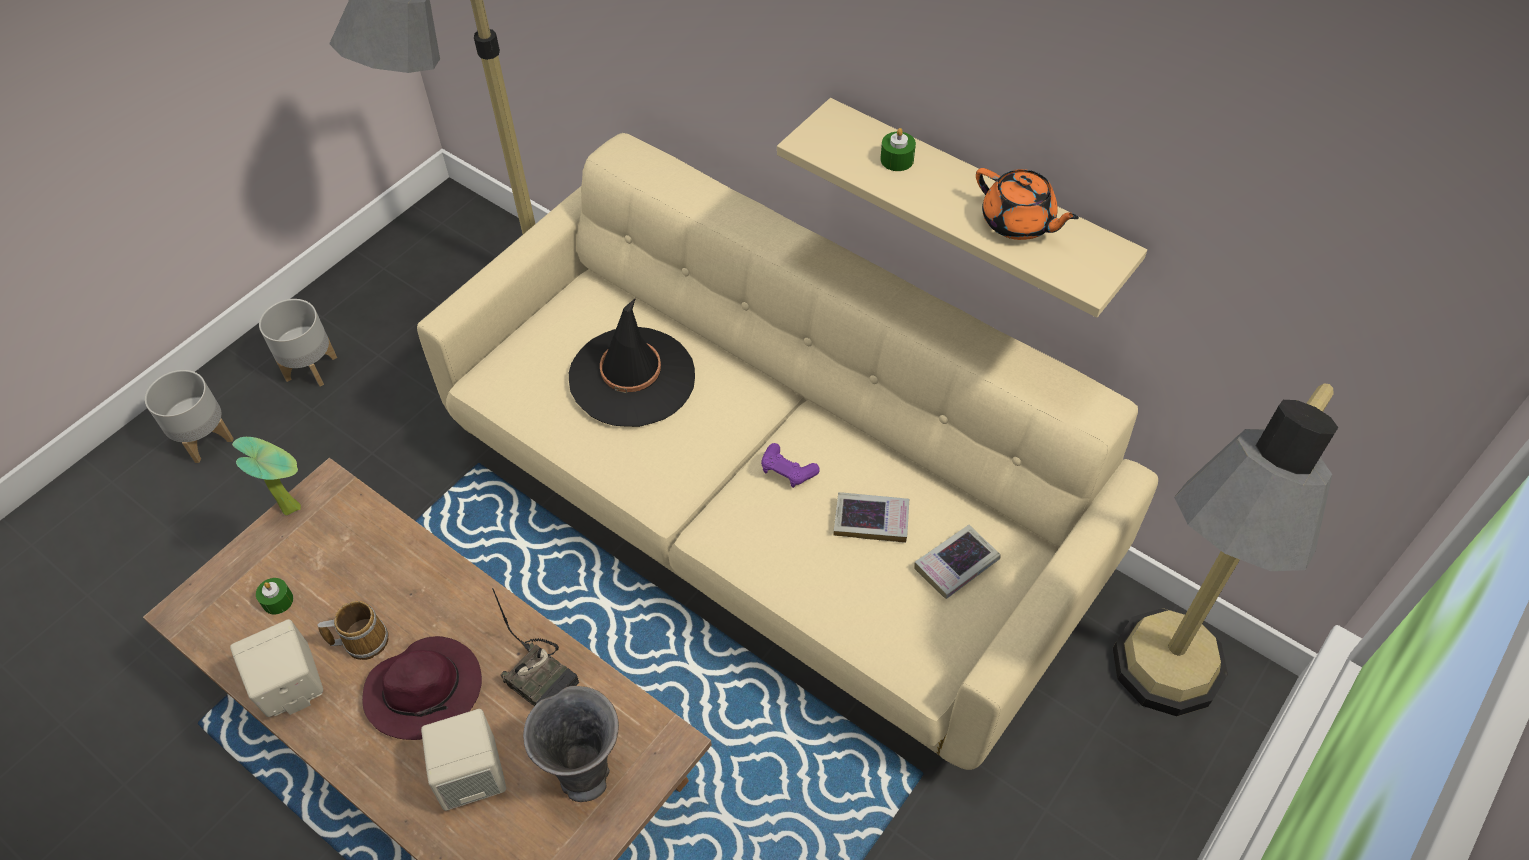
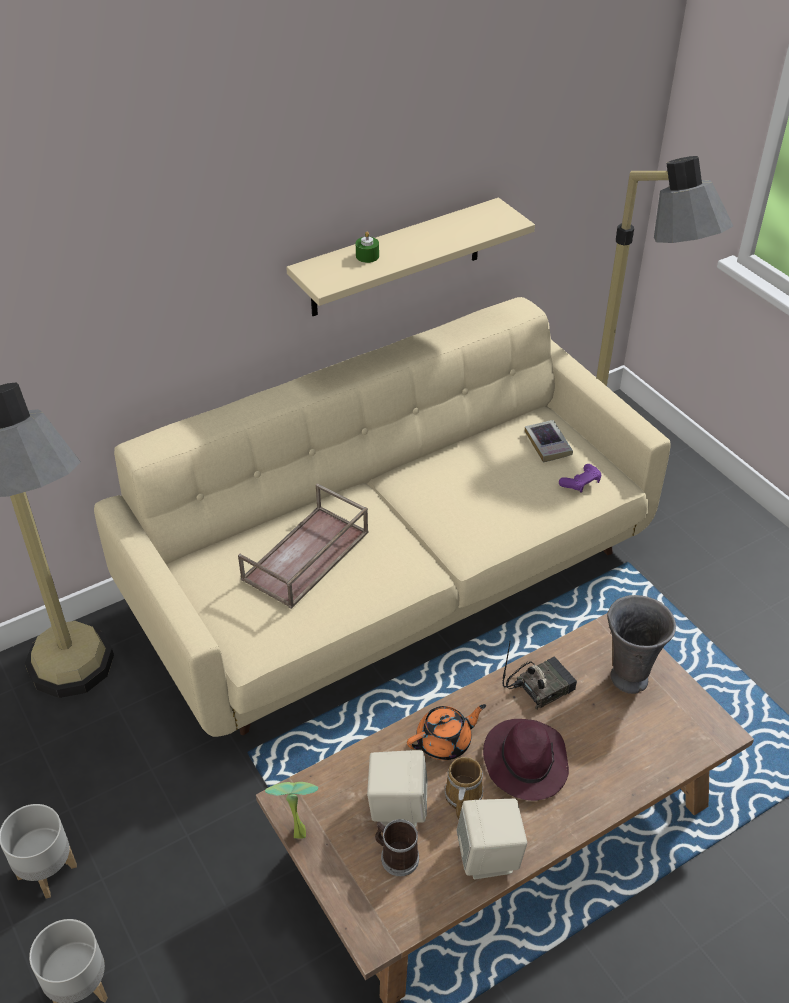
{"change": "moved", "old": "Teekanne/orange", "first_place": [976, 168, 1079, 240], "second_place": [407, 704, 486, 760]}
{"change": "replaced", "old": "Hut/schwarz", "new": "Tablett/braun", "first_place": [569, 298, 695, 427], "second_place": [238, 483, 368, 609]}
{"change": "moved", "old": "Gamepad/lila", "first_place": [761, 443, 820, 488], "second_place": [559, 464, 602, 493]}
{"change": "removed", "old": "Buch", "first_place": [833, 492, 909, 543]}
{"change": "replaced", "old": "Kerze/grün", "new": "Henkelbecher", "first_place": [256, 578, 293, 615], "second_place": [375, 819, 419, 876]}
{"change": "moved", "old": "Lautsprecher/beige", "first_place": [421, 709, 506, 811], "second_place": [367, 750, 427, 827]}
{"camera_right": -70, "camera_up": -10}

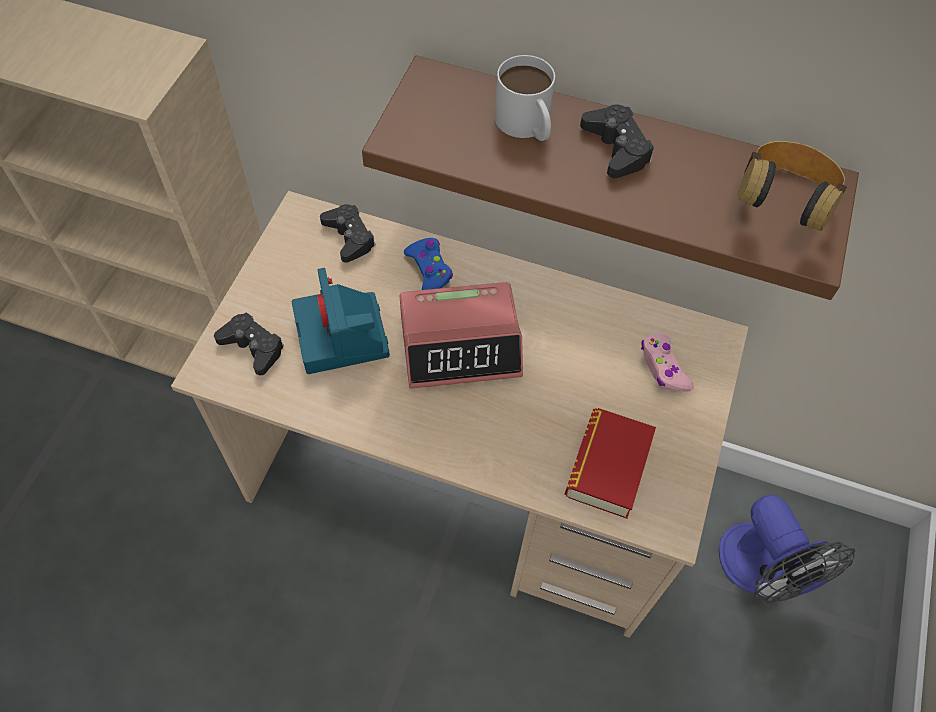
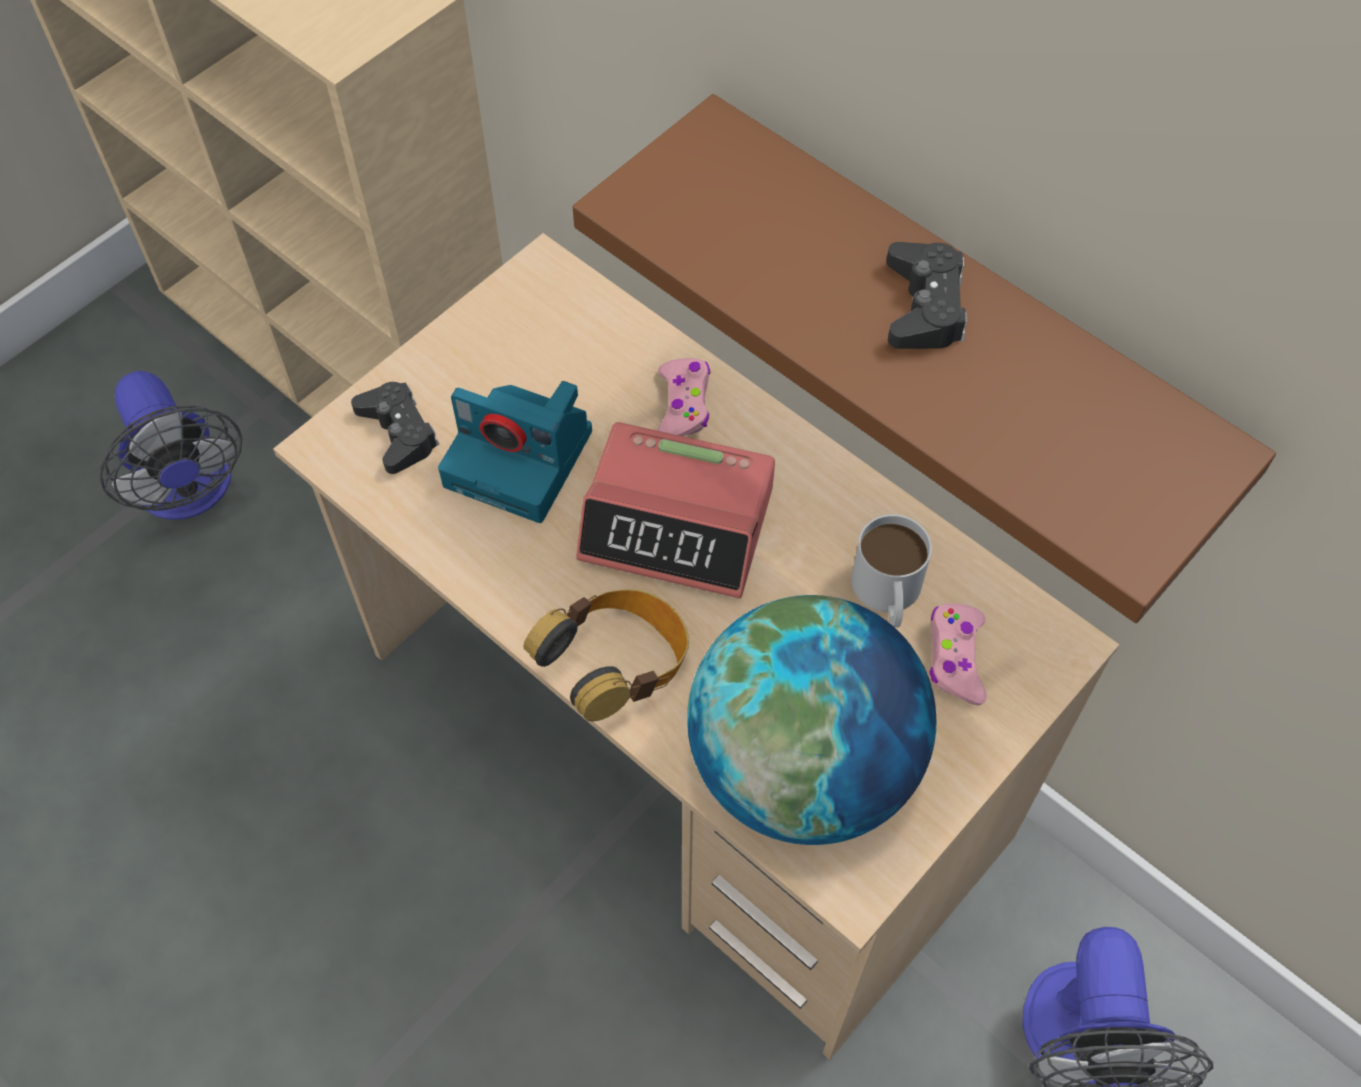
{"change": "moved", "old": "Henkelbecher/weiß", "first_place": [494, 55, 555, 141], "second_place": [852, 514, 932, 628]}
{"change": "moved", "old": "Kopfhörer", "first_place": [738, 141, 847, 231], "second_place": [523, 589, 689, 721]}
{"change": "removed", "old": "Gamepad/schwarz", "first_place": [320, 204, 376, 263]}
{"change": "recoloured", "old": "Gamepad/blau", "new": "Gamepad/rosa", "first_place": [404, 238, 453, 290], "second_place": [657, 358, 710, 436]}
{"change": "turned", "old": "Kamera", "first_place": [292, 268, 390, 374], "second_place": [438, 381, 592, 523], "degrees": -75}
{"change": "replaced", "old": "Buch", "new": "Globus", "first_place": [564, 408, 656, 519], "second_place": [687, 595, 937, 845]}
{"change": "added", "new": "Ventilator", "second_place": [99, 371, 242, 520]}
{"camera_right": 25, "camera_up": 0}

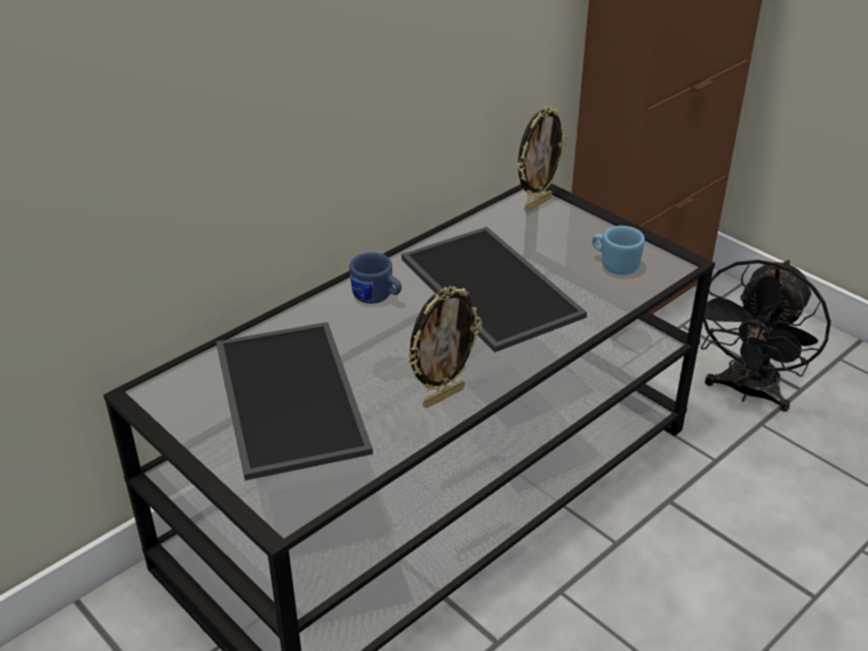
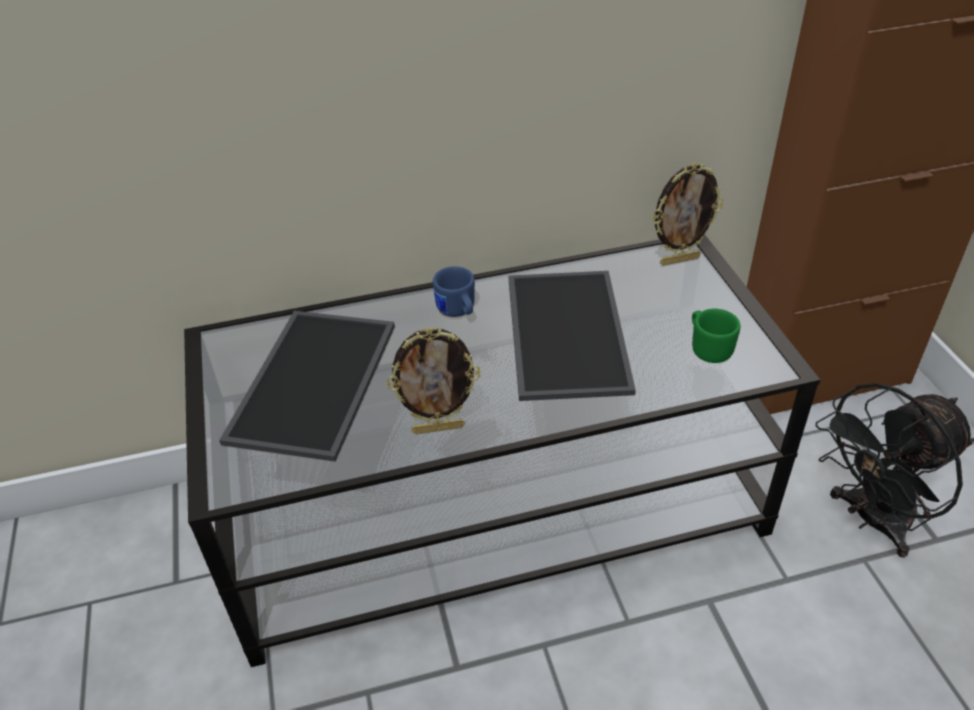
{"change": "recoloured", "old": "Henkelbecher/blau", "new": "Henkelbecher/grün", "first_place": [592, 226, 645, 275], "second_place": [692, 309, 740, 363]}
{"camera_right": 30, "camera_up": 5}

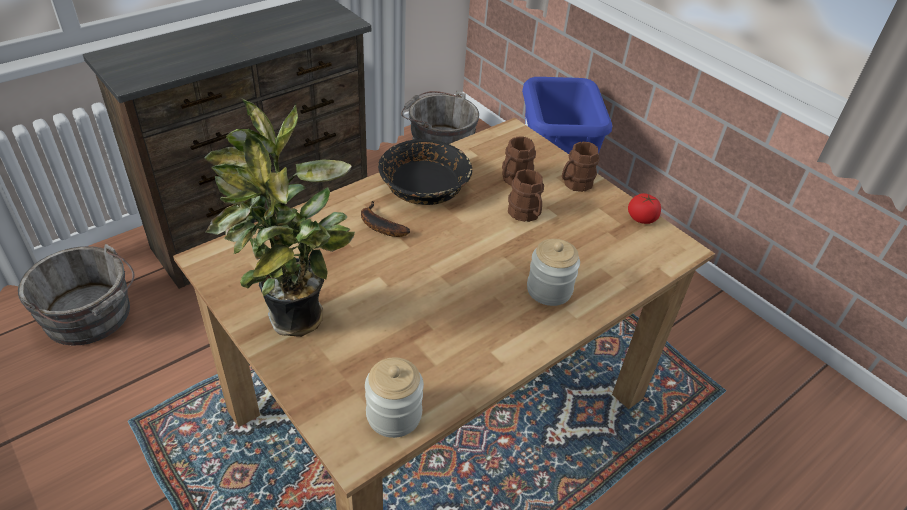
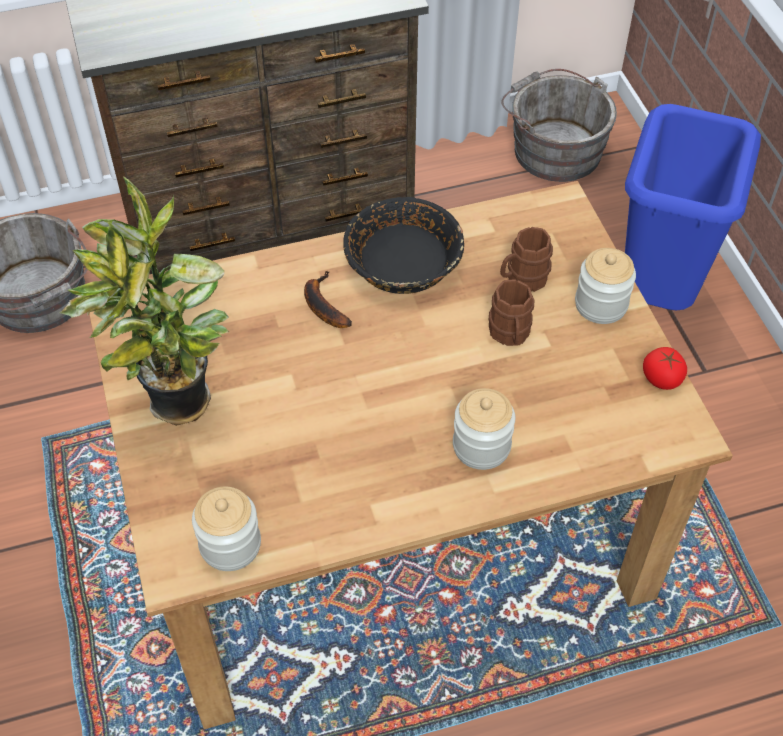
{"change": "replaced", "old": "Henkelbecher/braun", "new": "Vorratsglas", "first_place": [562, 142, 600, 192], "second_place": [575, 248, 636, 324]}
{"camera_right": 25, "camera_up": 10}

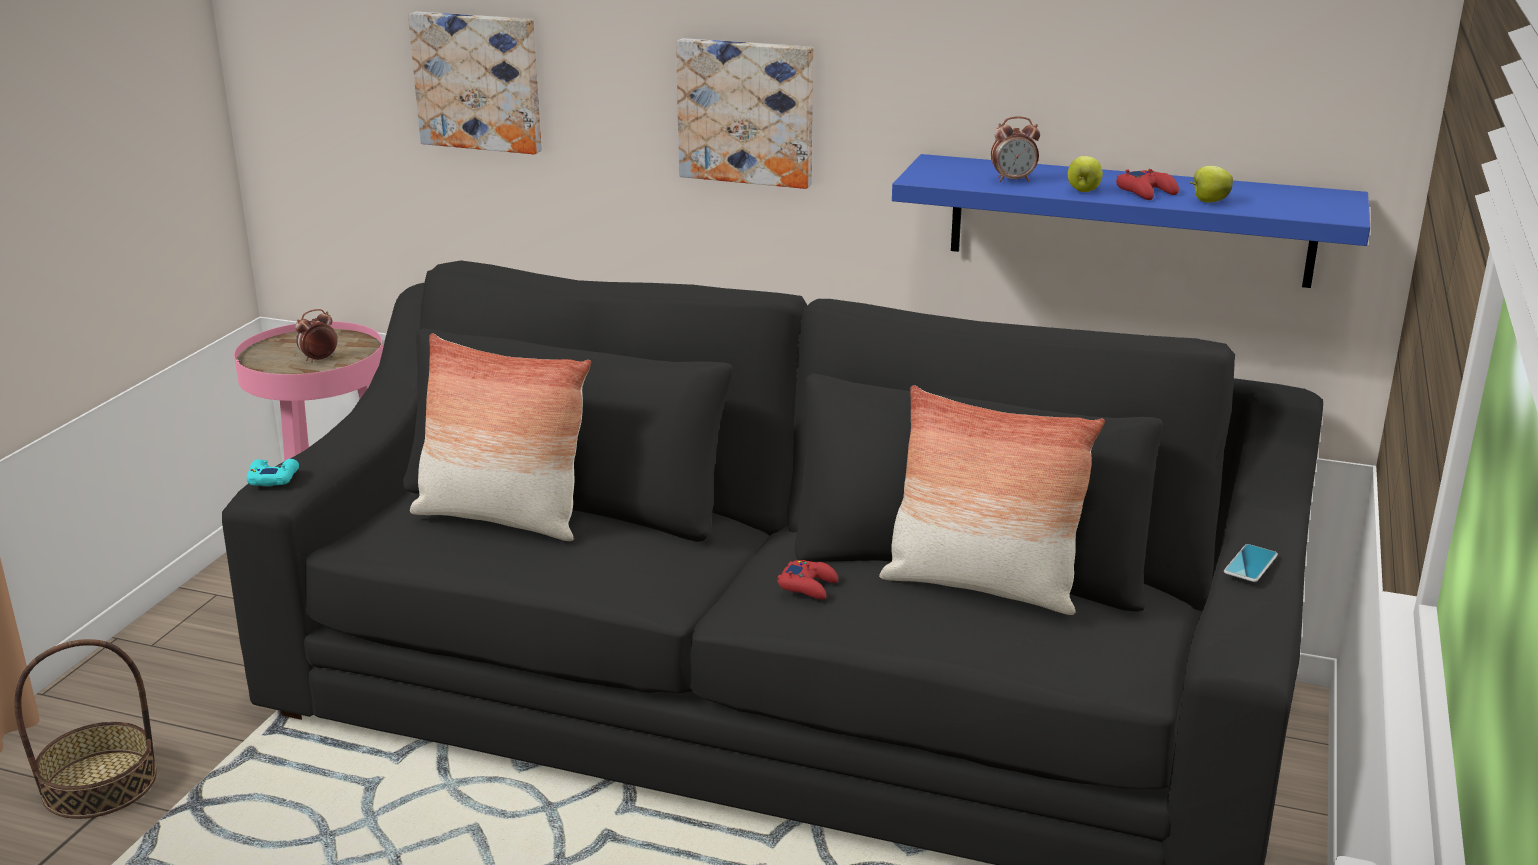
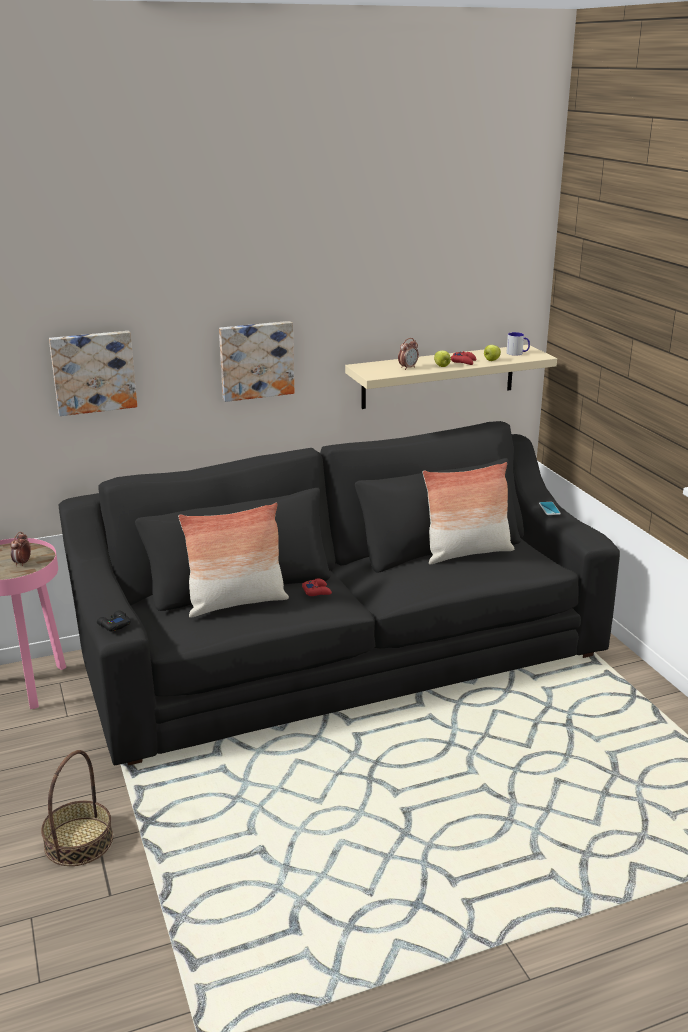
{"change": "recoloured", "old": "Wandregal/blau", "new": "Wandregal/beige", "first_place": [892, 154, 1370, 288], "second_place": [345, 345, 557, 409]}
{"change": "recoloured", "old": "Gamepad/türkis", "new": "Gamepad/schwarz", "first_place": [247, 459, 299, 486], "second_place": [97, 610, 131, 631]}
{"change": "moved", "old": "Gamepad/rot", "first_place": [777, 560, 838, 600], "second_place": [302, 578, 332, 596]}
{"change": "added", "new": "Henkelbecher", "second_place": [506, 332, 530, 356]}
{"camera_right": -40, "camera_up": 0}

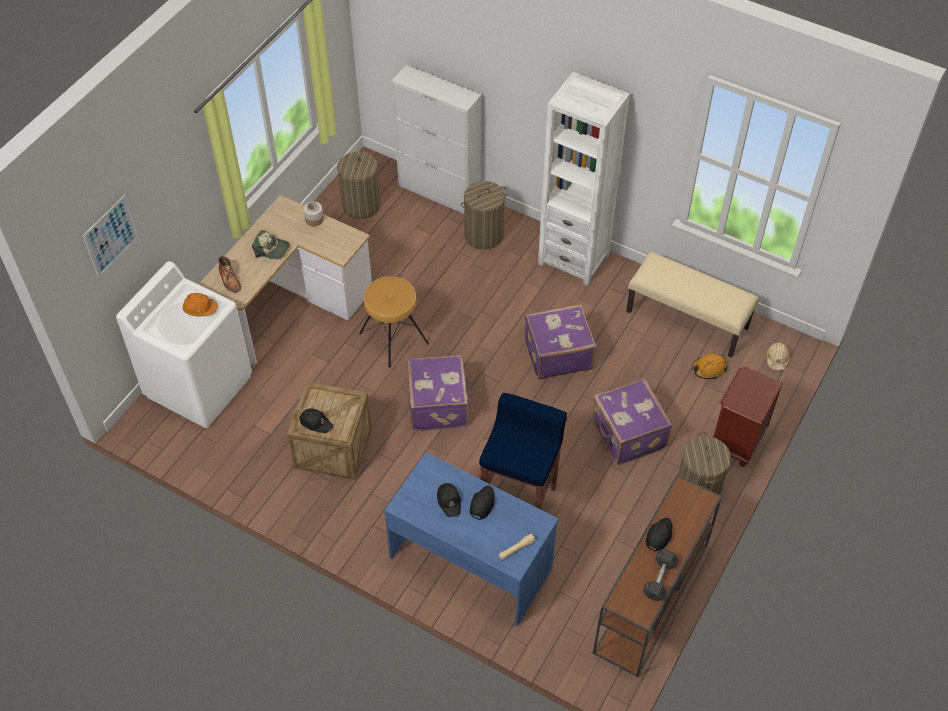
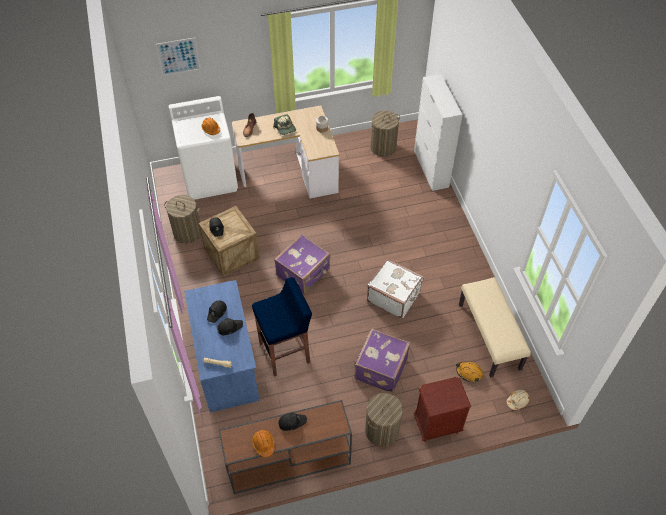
{"change": "removed", "old": "Bücherregal/weiß", "first_place": [538, 72, 630, 286]}
{"change": "moved", "old": "Wäschekorb", "first_place": [461, 181, 507, 250], "second_place": [164, 195, 201, 244]}
{"change": "removed", "old": "Hocker/braun", "first_place": [359, 276, 429, 368]}
{"change": "recoloured", "old": "Koffer/lila", "new": "Koffer/weiß", "first_place": [525, 304, 596, 379], "second_place": [367, 259, 424, 319]}
{"change": "replaced", "old": "Hantel/grau", "new": "Schutzhelm/orange", "first_place": [643, 550, 678, 601], "second_place": [252, 430, 275, 457]}
{"camera_right": 45, "camera_up": 0}

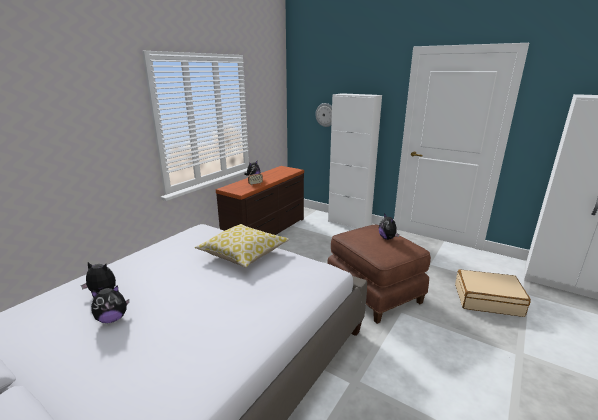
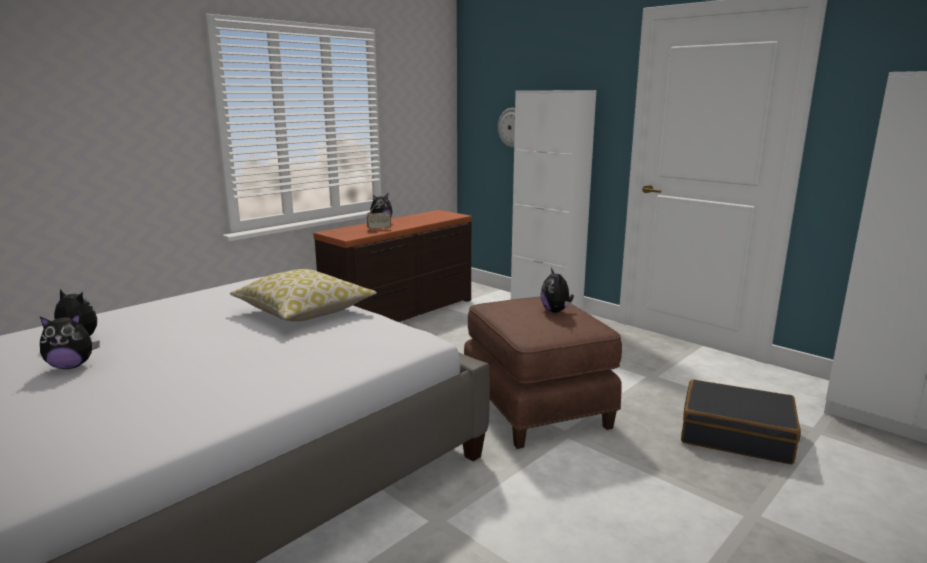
{"change": "recoloured", "old": "Koffer/beige", "new": "Koffer/schwarz", "first_place": [455, 269, 531, 317], "second_place": [681, 379, 801, 464]}
{"camera_right": 10, "camera_up": -5}

